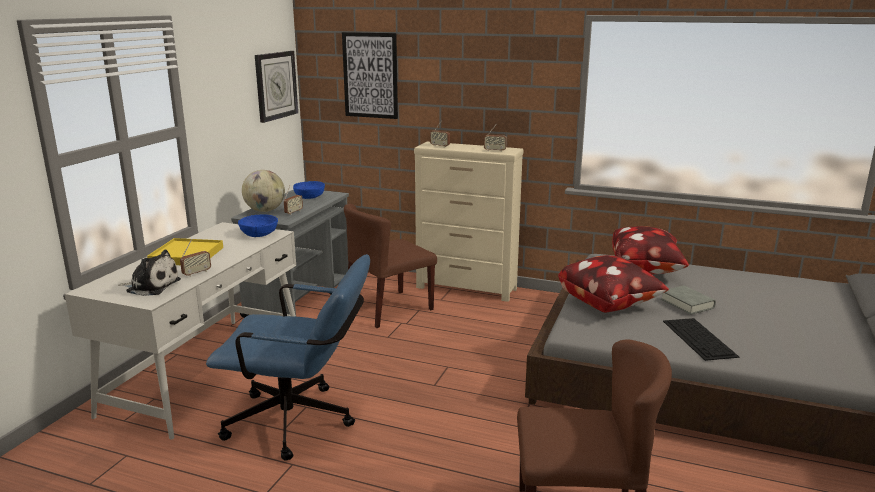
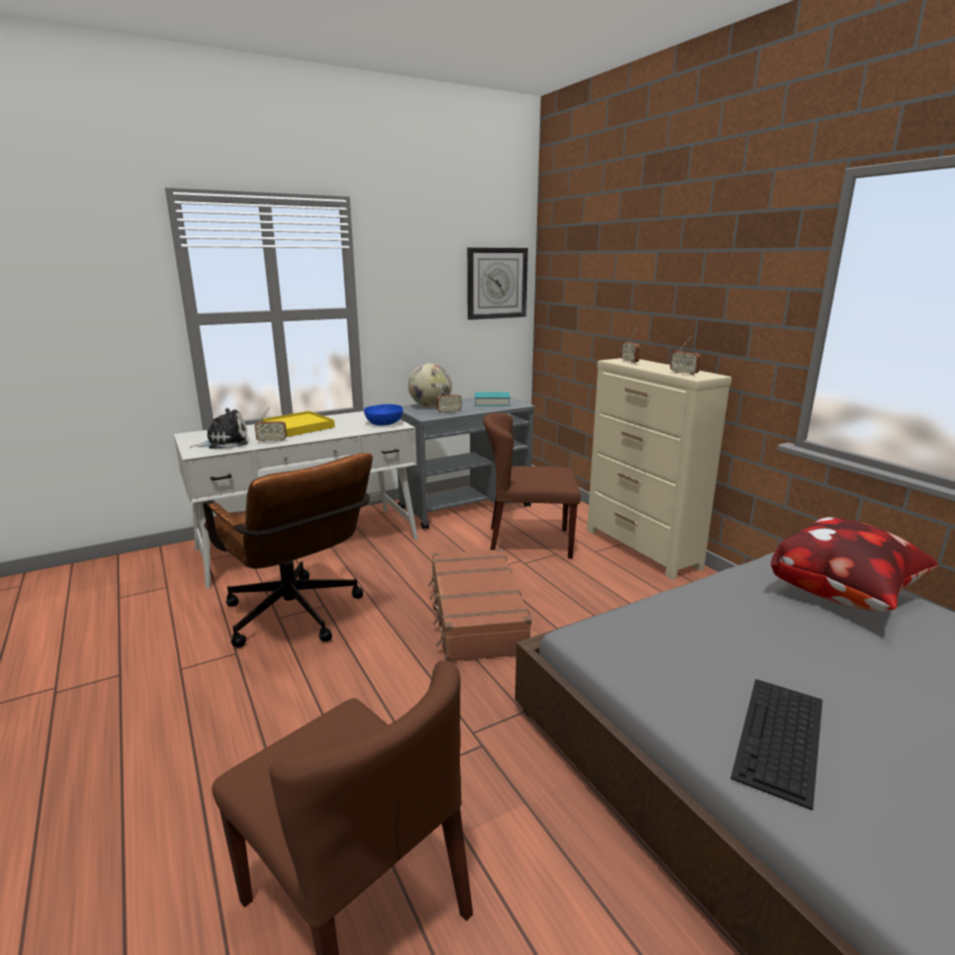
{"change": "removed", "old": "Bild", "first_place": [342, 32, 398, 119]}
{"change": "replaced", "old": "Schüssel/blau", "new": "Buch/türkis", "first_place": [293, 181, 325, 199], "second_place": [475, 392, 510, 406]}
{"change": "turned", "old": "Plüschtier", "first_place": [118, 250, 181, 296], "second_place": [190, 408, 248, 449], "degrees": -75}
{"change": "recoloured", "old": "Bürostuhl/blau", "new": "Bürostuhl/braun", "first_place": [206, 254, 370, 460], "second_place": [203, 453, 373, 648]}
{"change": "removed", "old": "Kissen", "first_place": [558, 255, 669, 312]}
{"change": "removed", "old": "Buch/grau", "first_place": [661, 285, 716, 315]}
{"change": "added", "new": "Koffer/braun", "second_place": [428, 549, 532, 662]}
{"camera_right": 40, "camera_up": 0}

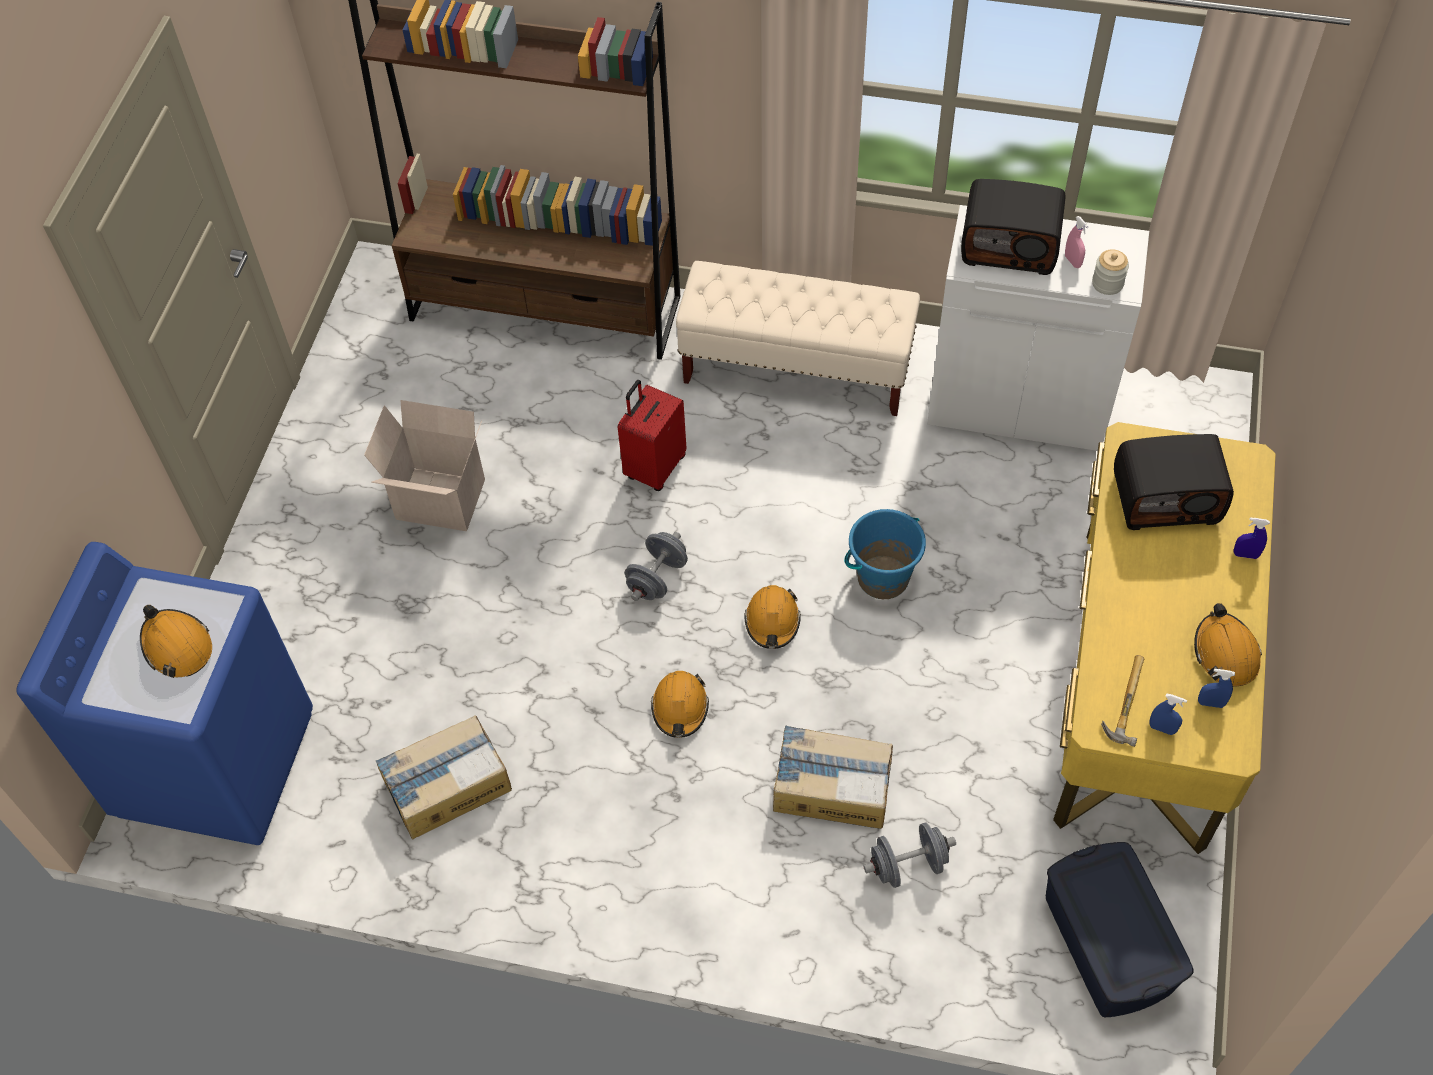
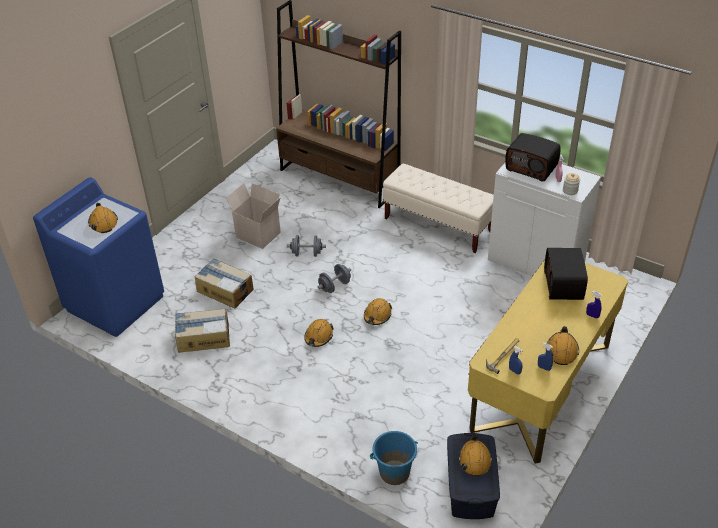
{"change": "removed", "old": "Koffer/rot", "first_place": [618, 380, 686, 491]}
{"change": "turned", "old": "Radio", "first_place": [1114, 434, 1234, 530], "second_place": [544, 248, 588, 300], "degrees": 75}
{"change": "moved", "old": "Eimer/blau", "first_place": [844, 509, 926, 599], "second_place": [370, 431, 418, 485]}
{"change": "moved", "old": "Karton", "first_place": [773, 725, 893, 829], "second_place": [195, 258, 254, 308]}
{"change": "moved", "old": "Hantel/grau", "first_place": [863, 823, 956, 888], "second_place": [287, 235, 326, 257]}
{"change": "added", "new": "Schutzhelm/orange", "second_place": [458, 434, 492, 476]}
{"camera_right": 20, "camera_up": -15}

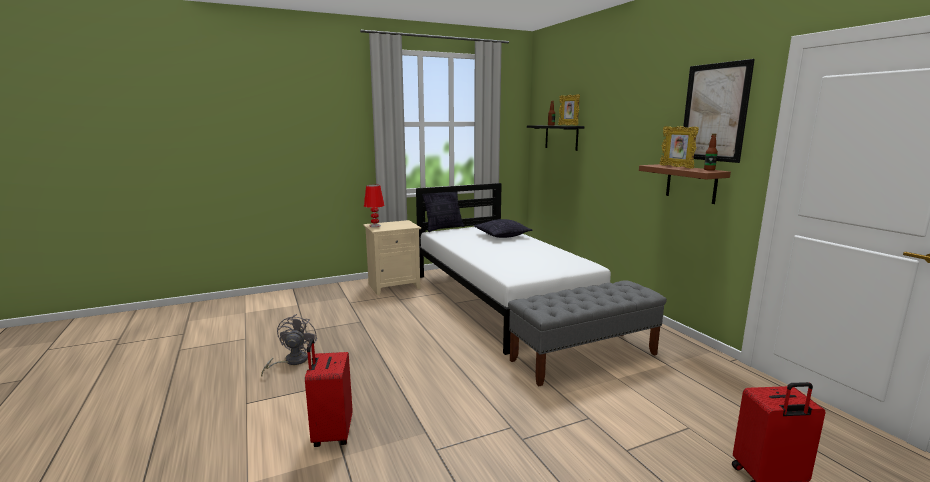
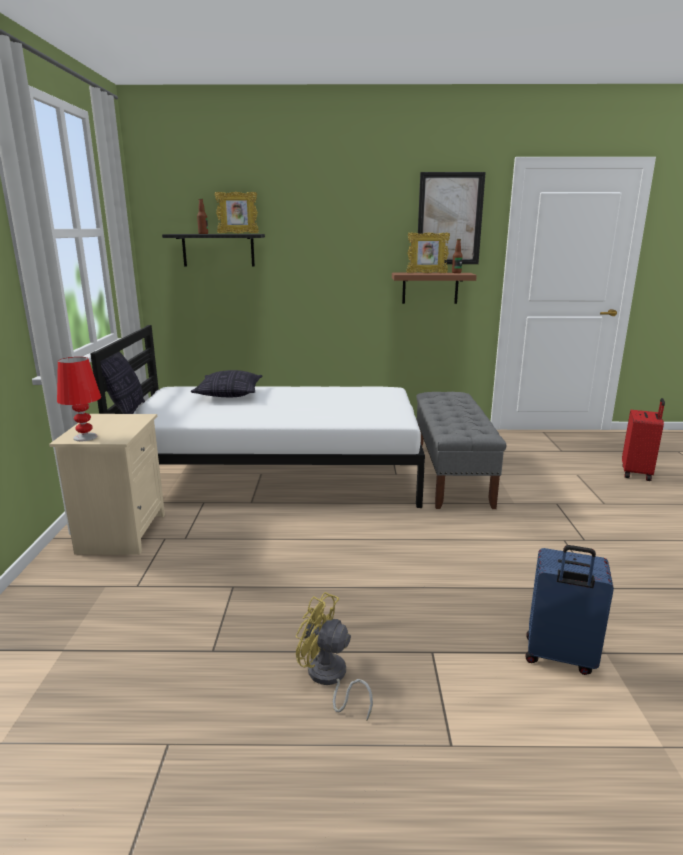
{"change": "recoloured", "old": "Ventilator/grau", "new": "Ventilator/gelb", "first_place": [261, 314, 317, 377], "second_place": [296, 592, 373, 721]}
{"change": "recoloured", "old": "Koffer/rot", "new": "Koffer/blau", "first_place": [305, 339, 352, 447], "second_place": [526, 545, 614, 675]}
{"camera_right": -65, "camera_up": 5}

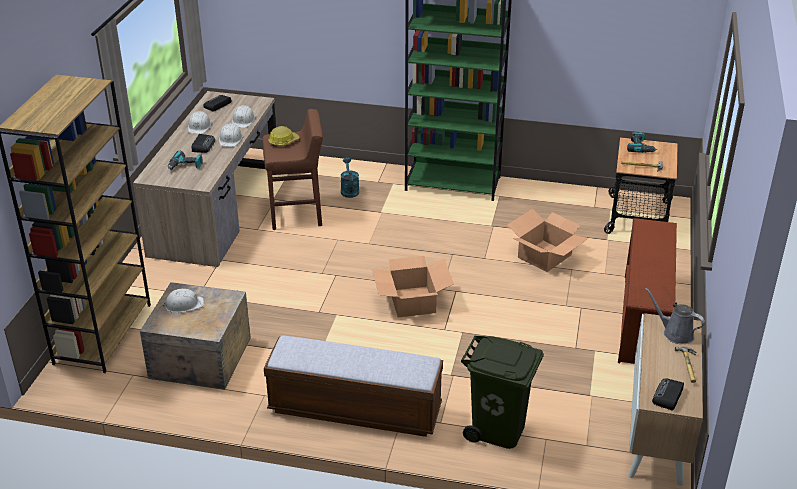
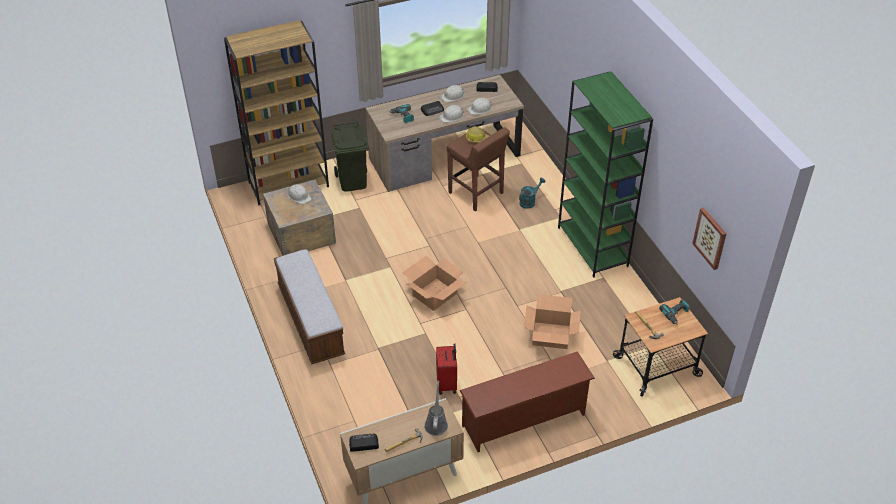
{"change": "moved", "old": "Mülleimer/grün", "first_place": [461, 336, 544, 449], "second_place": [331, 121, 369, 192]}
{"change": "added", "new": "Bild", "second_place": [692, 208, 726, 270]}
{"change": "added", "new": "Koffer/rot", "second_place": [436, 343, 457, 395]}
{"camera_right": 55, "camera_up": 10}

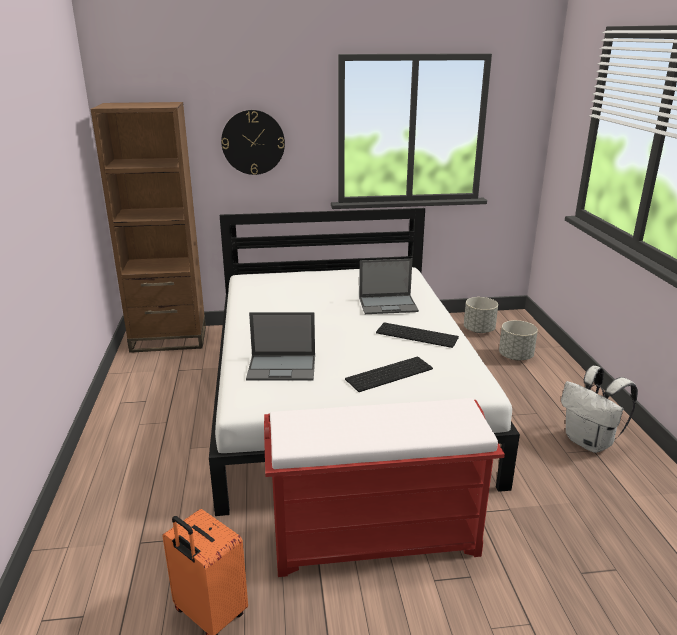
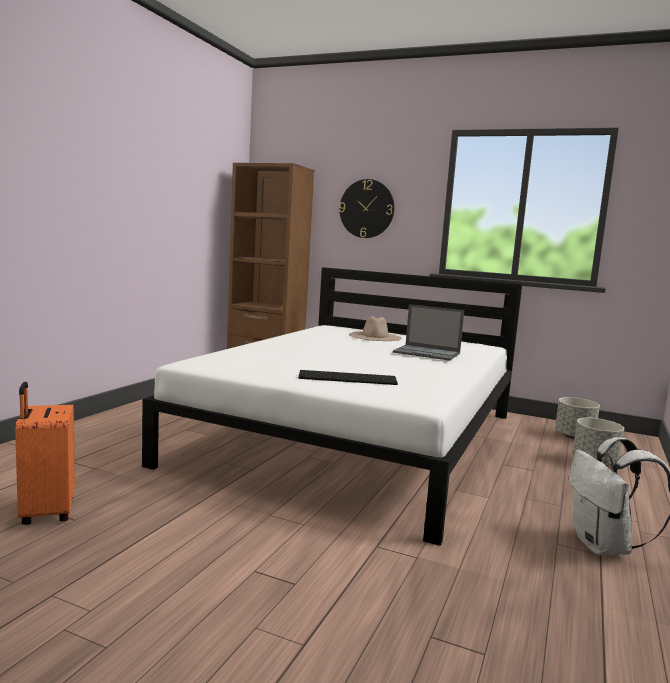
{"change": "removed", "old": "Laptop", "first_place": [246, 312, 315, 380]}
{"change": "removed", "old": "Tastatur", "first_place": [376, 322, 459, 348]}
{"change": "removed", "old": "Bank/rot", "first_place": [264, 398, 505, 577]}
{"change": "added", "new": "Hut/beige", "second_place": [349, 316, 402, 341]}
{"camera_right": 30, "camera_up": -15}

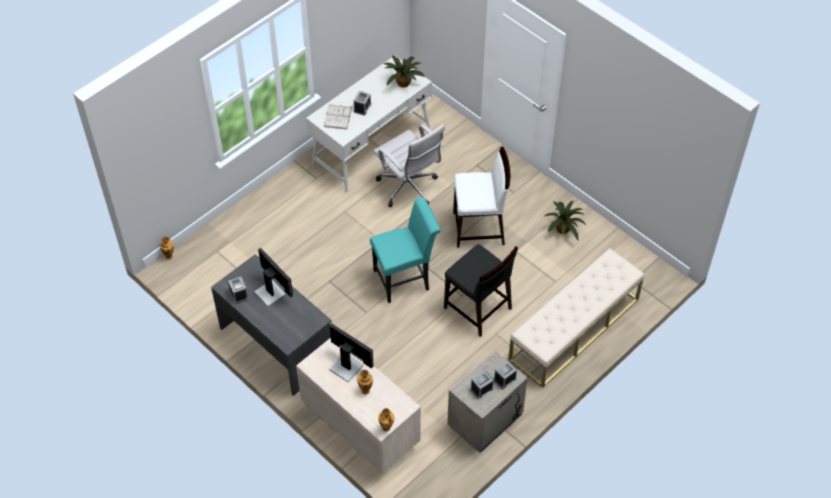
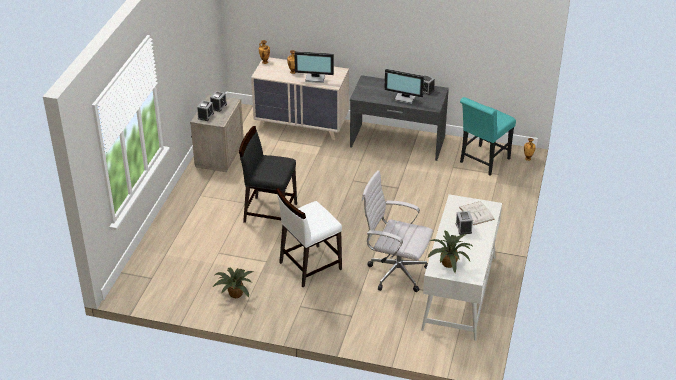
{"change": "moved", "old": "Stuhl/türkis", "first_place": [370, 197, 441, 303], "second_place": [460, 97, 516, 176]}
{"change": "removed", "old": "Bank/beige", "first_place": [508, 248, 644, 388]}
{"camera_right": 150, "camera_up": -15}

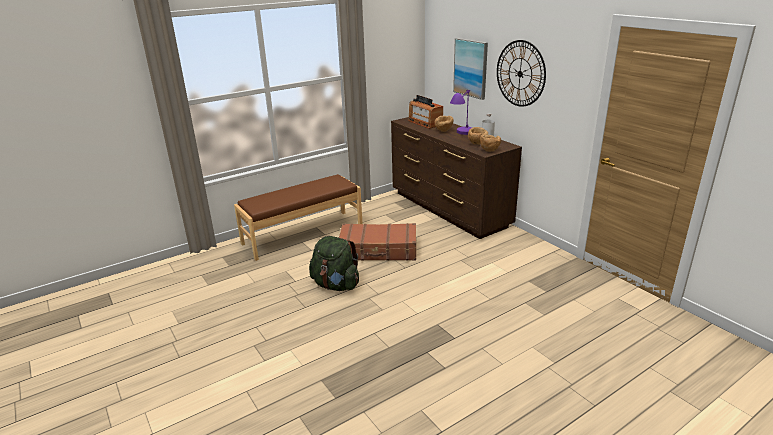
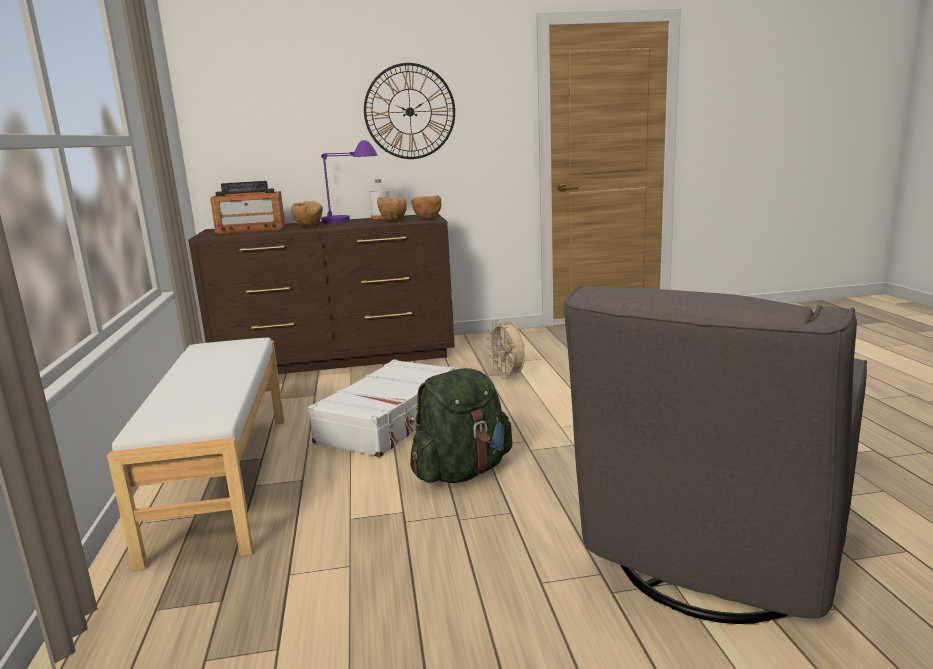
{"change": "removed", "old": "Bild", "first_place": [453, 38, 488, 100]}
{"change": "recoloured", "old": "Bank/braun", "new": "Bank/weiß", "first_place": [234, 174, 363, 261], "second_place": [107, 337, 285, 571]}
{"change": "recoloured", "old": "Koffer/braun", "new": "Koffer/weiß", "first_place": [339, 223, 416, 261], "second_place": [308, 359, 455, 457]}
{"change": "added", "new": "Sessel/grau", "second_place": [564, 286, 867, 624]}
{"change": "added", "new": "Ventilator/beige", "second_place": [487, 320, 525, 379]}
{"camera_right": -65, "camera_up": -10}

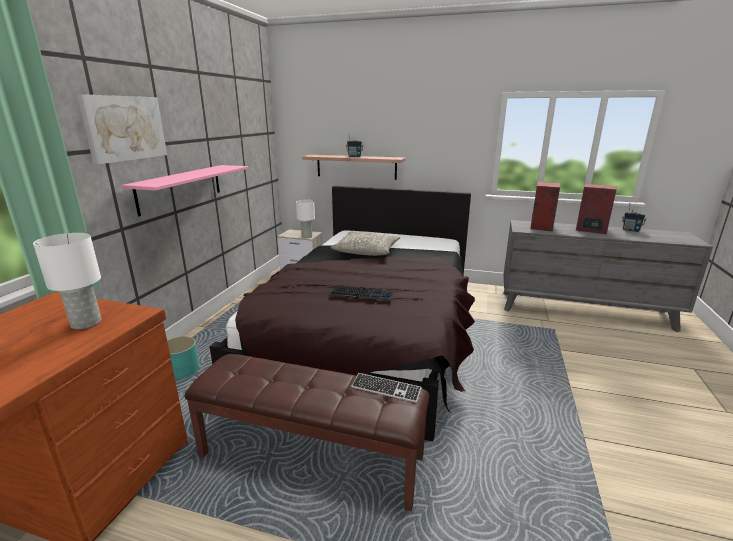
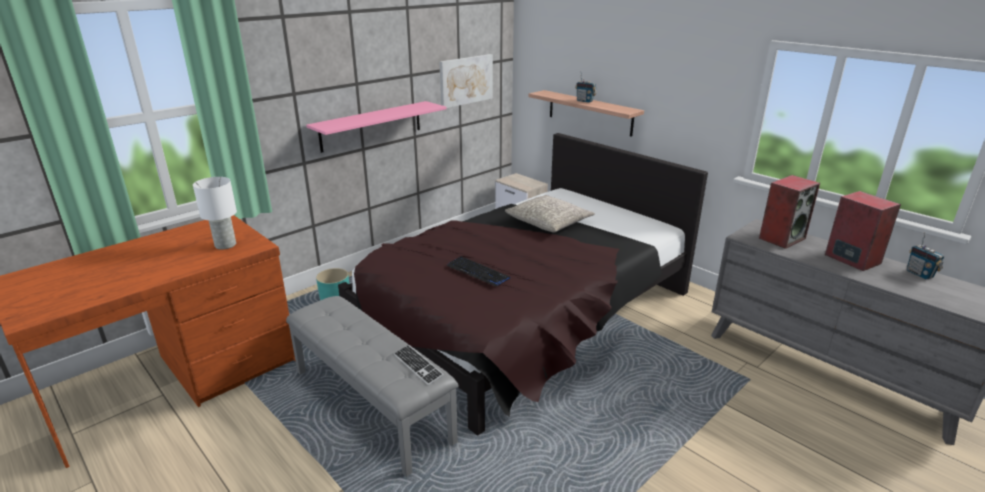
{"change": "moved", "old": "Bild", "first_place": [77, 94, 167, 164], "second_place": [440, 54, 493, 108]}
{"change": "removed", "old": "Tischlampe/weiß", "first_place": [296, 200, 315, 238]}
{"change": "recoloured", "old": "Bank/braun", "new": "Bank/grau", "first_place": [185, 354, 430, 511], "second_place": [286, 296, 458, 477]}
{"camera_right": 30, "camera_up": 5}

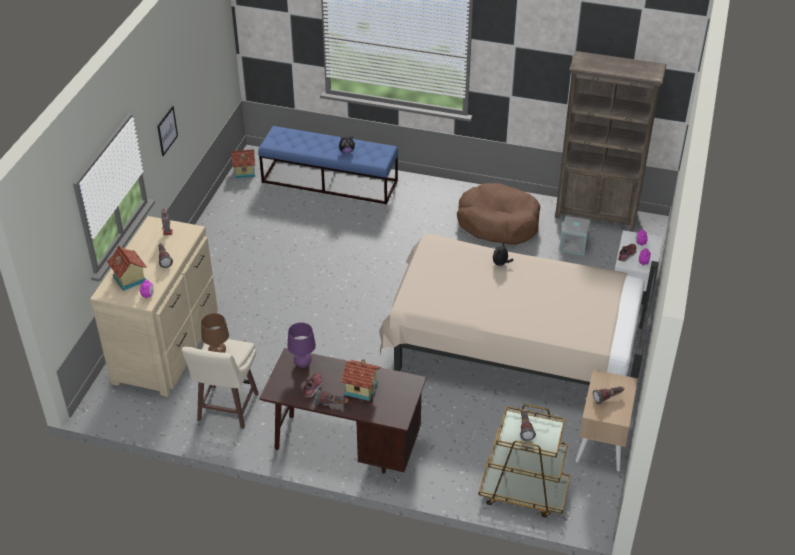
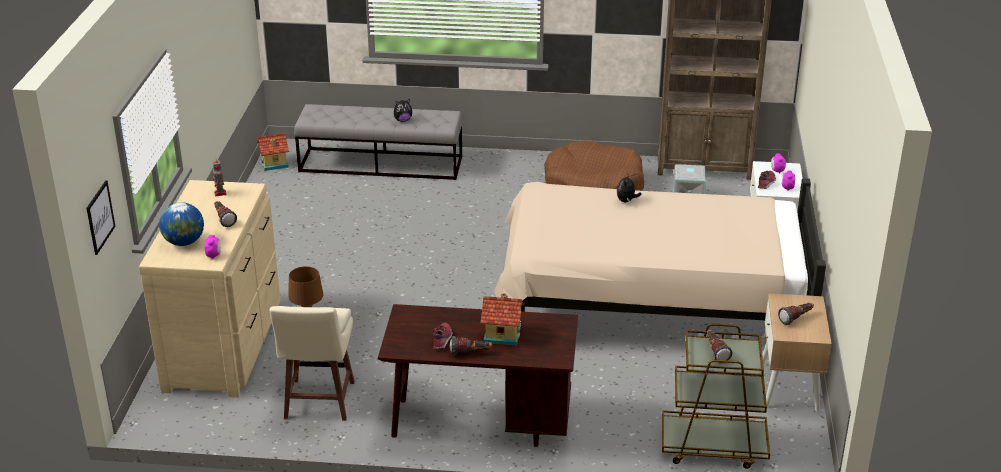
{"change": "moved", "old": "Bild", "first_place": [157, 106, 178, 156], "second_place": [87, 180, 115, 255]}
{"change": "recoloured", "old": "Bank/blau", "new": "Bank/grau", "first_place": [258, 126, 398, 205], "second_place": [294, 104, 463, 180]}
{"change": "replaced", "old": "Spielzeughaus", "new": "Globus", "first_place": [107, 245, 147, 291], "second_place": [159, 202, 204, 246]}
{"change": "removed", "old": "Tischlampe/lila", "first_place": [288, 322, 316, 368]}
{"camera_right": -10, "camera_up": -10}

